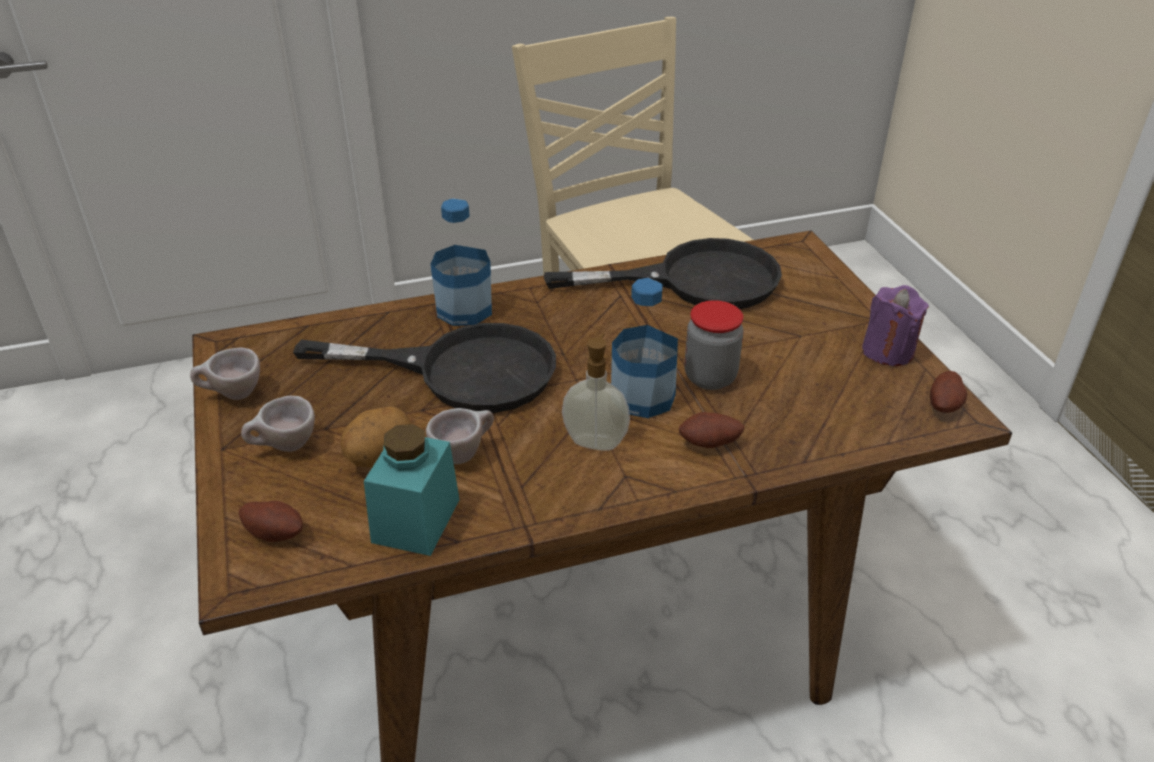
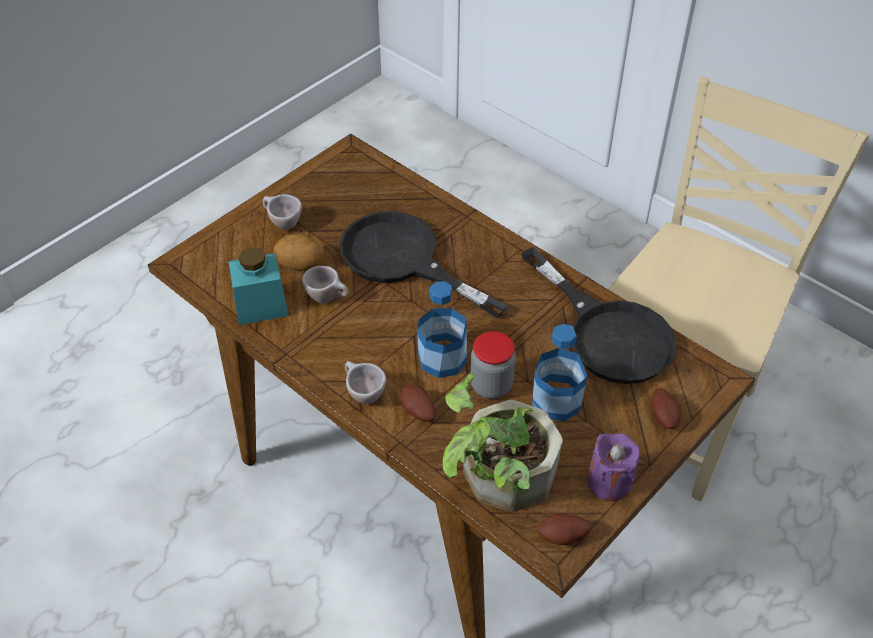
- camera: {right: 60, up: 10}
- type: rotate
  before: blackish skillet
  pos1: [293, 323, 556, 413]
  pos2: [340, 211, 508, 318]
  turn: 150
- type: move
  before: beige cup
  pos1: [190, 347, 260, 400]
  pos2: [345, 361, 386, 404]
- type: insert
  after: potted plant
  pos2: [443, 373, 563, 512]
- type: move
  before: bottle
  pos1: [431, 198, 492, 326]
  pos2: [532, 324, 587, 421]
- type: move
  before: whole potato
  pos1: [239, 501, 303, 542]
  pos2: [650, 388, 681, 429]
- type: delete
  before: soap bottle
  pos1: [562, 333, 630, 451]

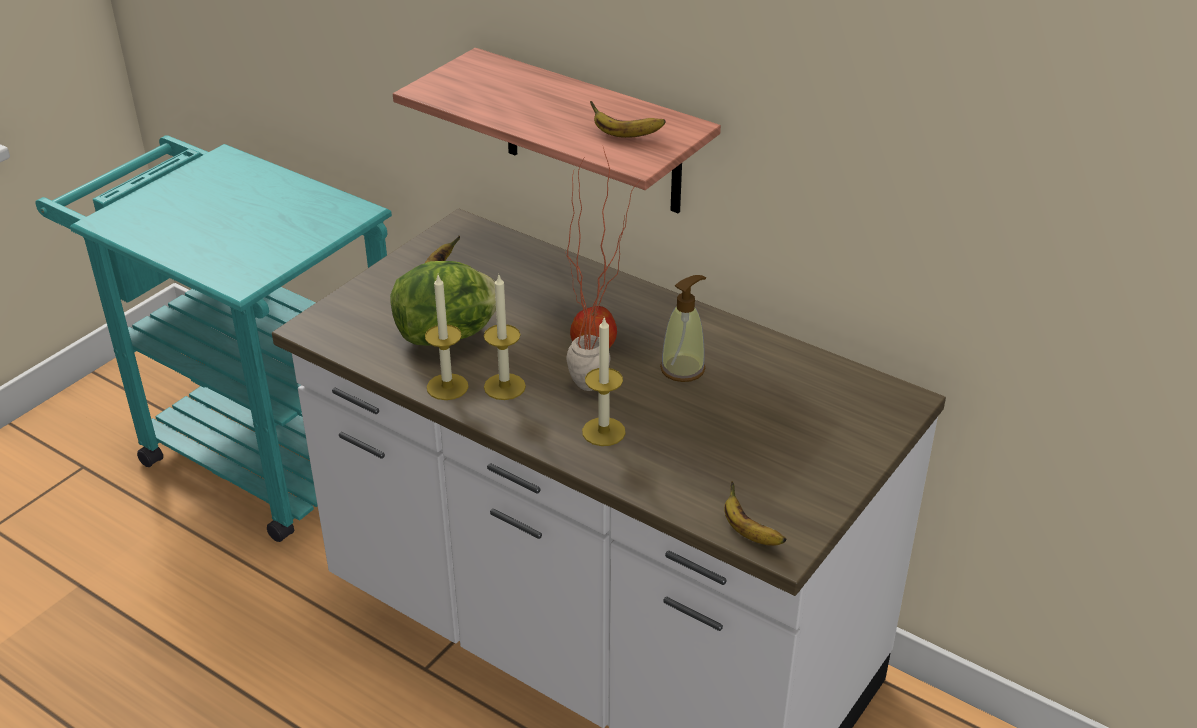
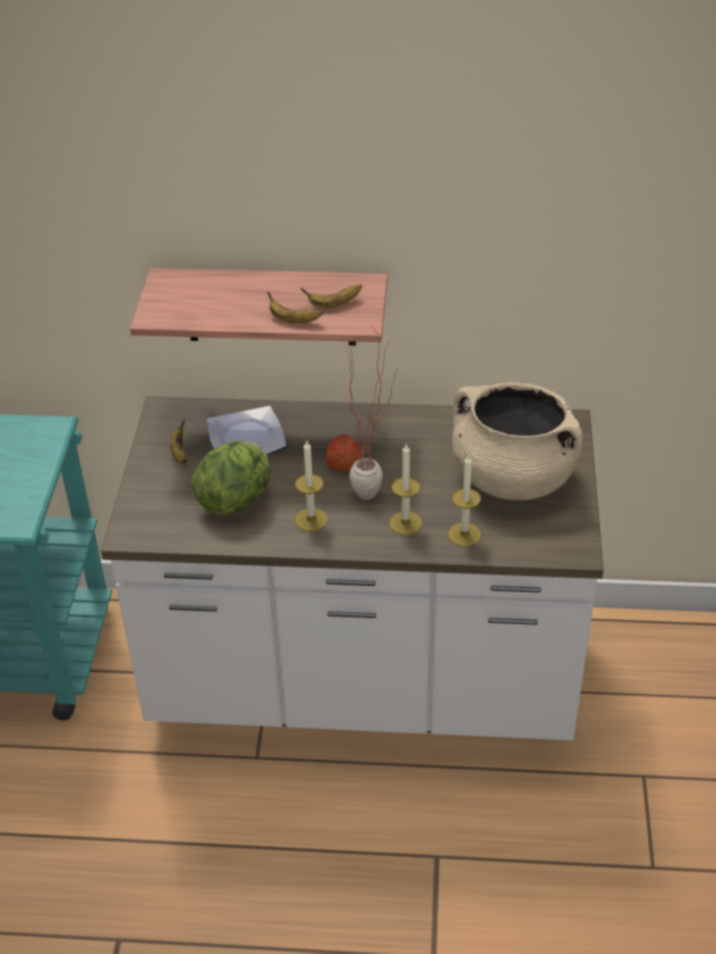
- camera: {right: -30, up: 5}
- type: insert
  after: dinner plate
  pos2: [207, 406, 286, 455]
- type: move
  before: banana fruit
  pos1: [724, 481, 787, 546]
  pos2: [268, 292, 323, 323]
- type: move
  before: wax candle
  pos1: [425, 275, 469, 400]
  pos2: [448, 454, 481, 547]
- type: insert
  after: beige stockpot
  pos2: [452, 382, 583, 500]
- type: delete
  before: soap bottle
  pos1: [660, 275, 706, 382]

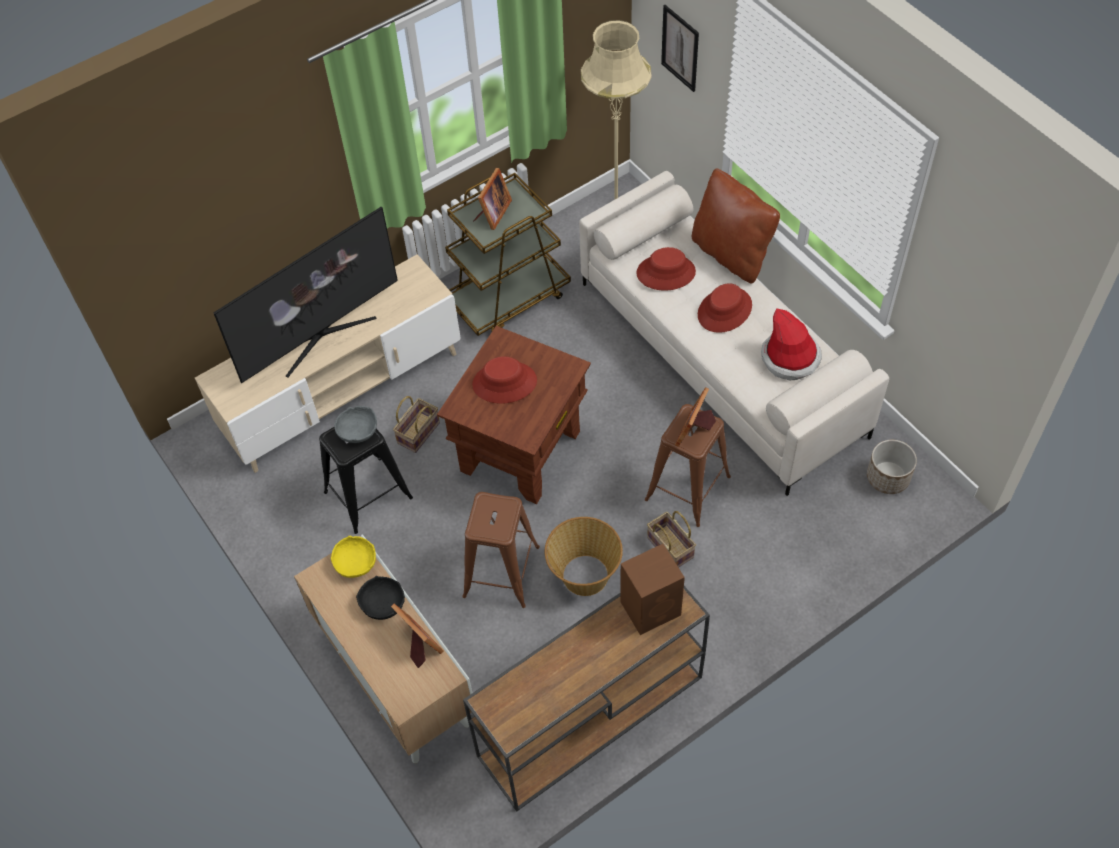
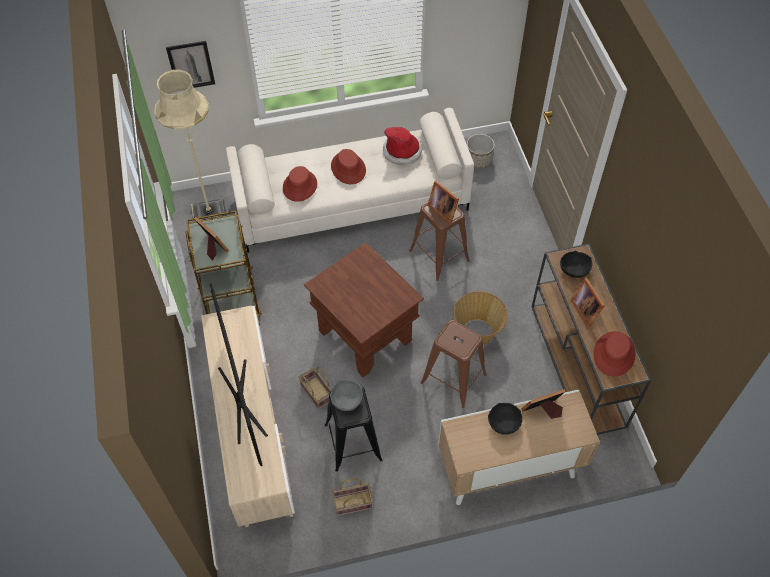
- camera: {right: -70, up: 0}
- type: move
  before: basket
  pos1: [647, 511, 696, 568]
  pos2: [332, 478, 372, 516]
- type: replace
  before: brownish loudspeaker
  after: blackish serving bowl
  pos1: [620, 544, 685, 635]
  pos2: [560, 251, 592, 278]
- type: insert
  after: standing frame
  pos2: [571, 278, 605, 327]
- type: move
  before: reddish hat
  pos1: [472, 357, 537, 403]
  pos2: [594, 331, 636, 377]
- type: delete
  before: yellow serving bowl
  pos1: [331, 536, 376, 578]
- type: delete
  before: brownish pillow
  pos1: [692, 168, 780, 283]

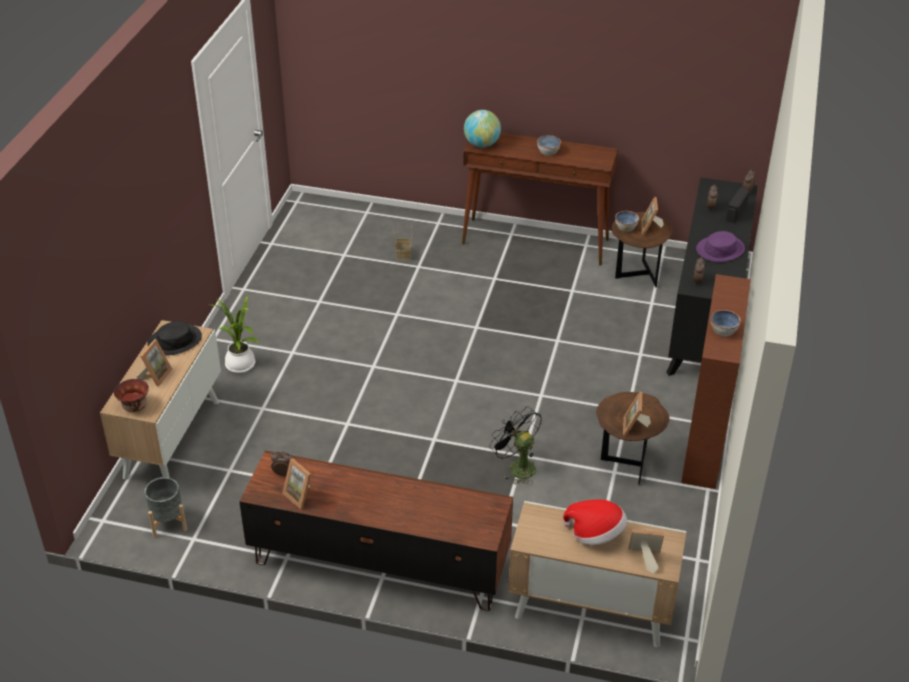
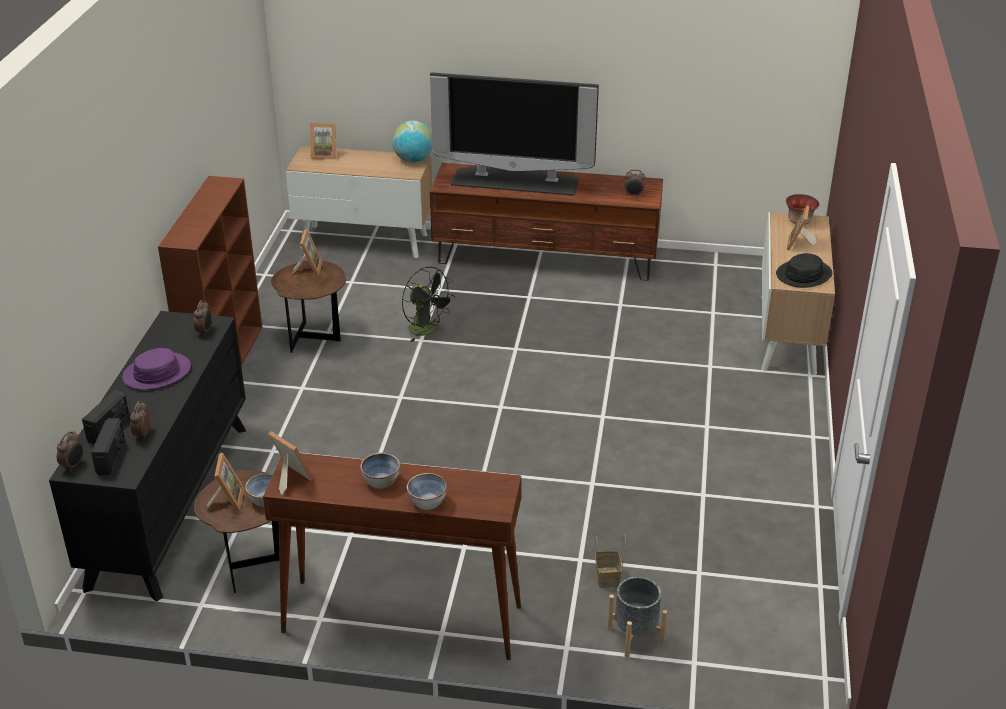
- camera: {right: 175, up: -5}
- type: insert
  after: radio receiver
  pos2: [91, 418, 125, 475]
- type: move
  before: standing frame
  pos1: [282, 458, 311, 509]
  pos2: [268, 431, 314, 495]
- type: move
  before: desk globe
  pos1: [464, 110, 501, 148]
  pos2: [392, 121, 432, 162]
- type: move
  before: serving bowl
  pos1: [711, 310, 741, 337]
  pos2: [407, 473, 447, 510]
- type: insert
  after: television
  pos2: [430, 72, 599, 196]
- type: move
  before: gray flower pot
  pos1: [144, 477, 187, 538]
  pos2: [607, 577, 667, 658]
- type: delete
  before: potted plant
  pos1: [212, 295, 259, 373]
- type: delete
  before: hat
  pos1: [563, 500, 627, 545]

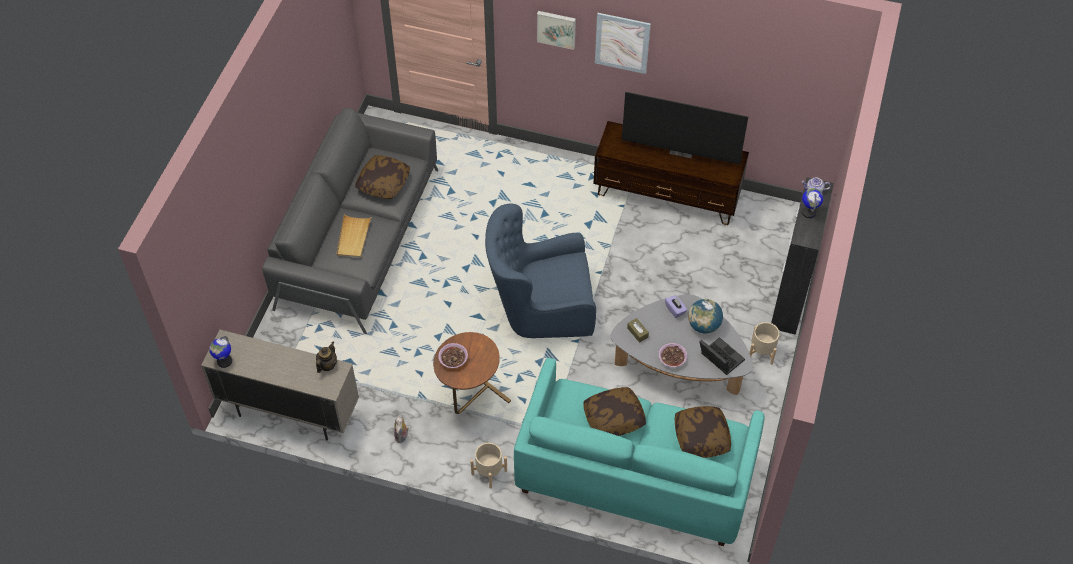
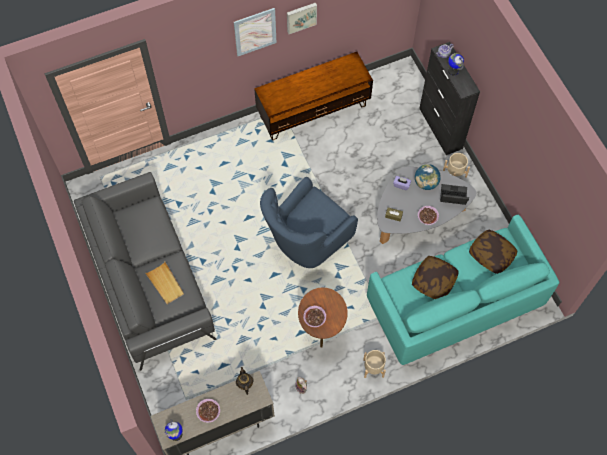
- camera: {right: -40, up: 10}
- type: insert
  after: serving bowl
  pos2: [196, 399, 220, 423]
- type: move
  before: wall art
  pos1: [537, 11, 576, 50]
  pos2: [287, 3, 317, 34]
- type: delete
  before: pillow
  pos1: [355, 155, 410, 199]
- type: delete
  before: television
  pos1: [622, 92, 748, 165]

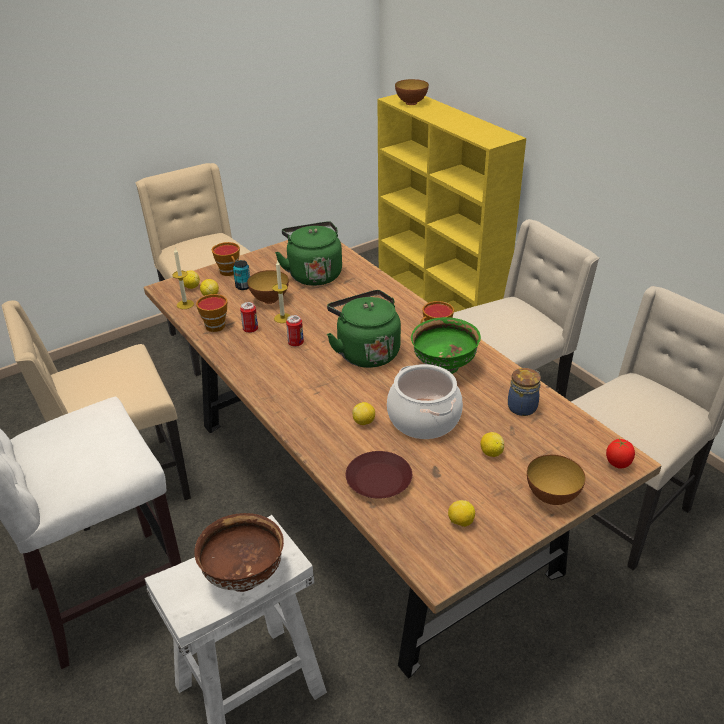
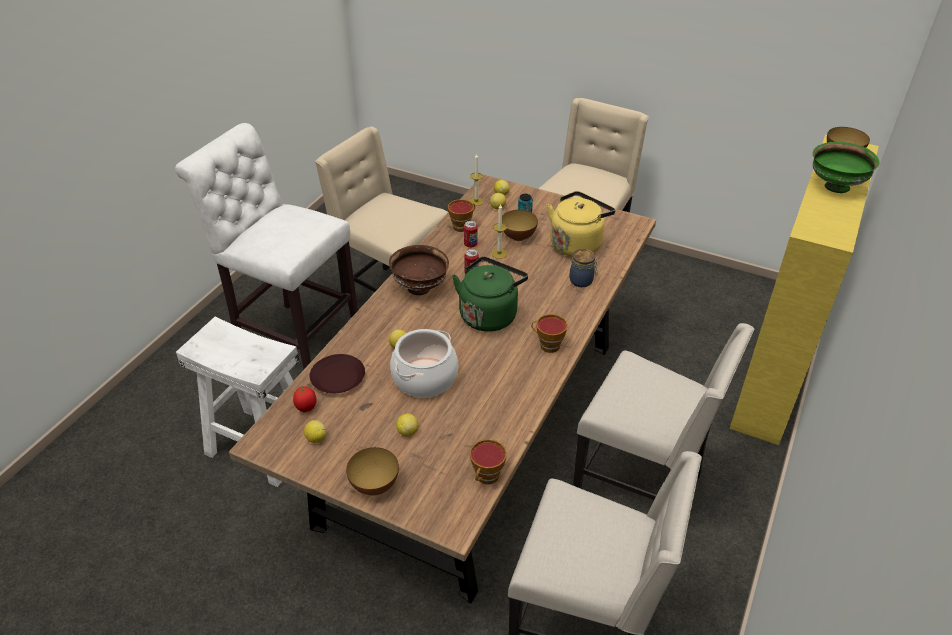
- camera: {right: 60, up: 5}
- type: move
  before: fresh tomato
  pos1: [606, 439, 635, 469]
  pos2: [293, 386, 317, 412]
- type: move
  before: brownish serving bowl
  pos1: [195, 513, 284, 592]
  pos2: [389, 245, 449, 295]
- type: move
  before: cup
  pos1: [212, 242, 240, 276]
  pos2: [470, 439, 507, 484]
- type: recolor
  before: greenish tea kettle
  after: yellow tea kettle
  pos1: [275, 221, 342, 286]
  pos2: [547, 191, 616, 257]
- type: move
  before: storage jar
  pos1: [508, 368, 541, 416]
  pos2: [569, 249, 598, 287]
- type: move
  before: greenish serving bowl
  pos1: [411, 317, 481, 374]
  pos2: [813, 142, 879, 193]

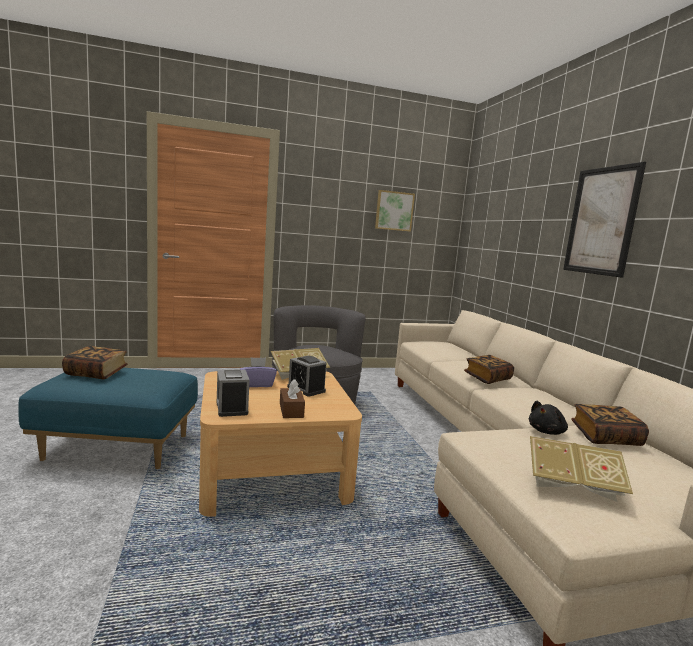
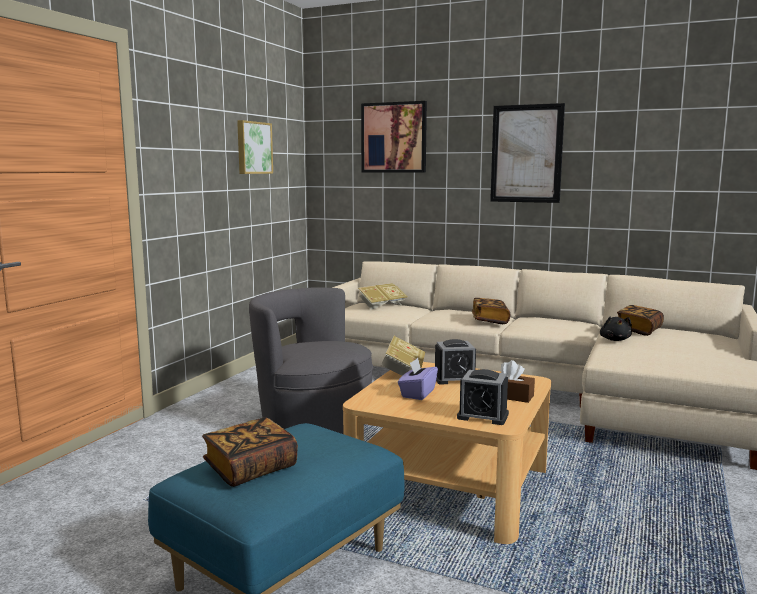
- camera: {right: -50, up: 0}
- type: move
  before: bound book
  pos1: [530, 436, 633, 502]
  pos2: [358, 283, 407, 310]
- type: insert
  after: wall art
  pos2: [361, 101, 427, 173]

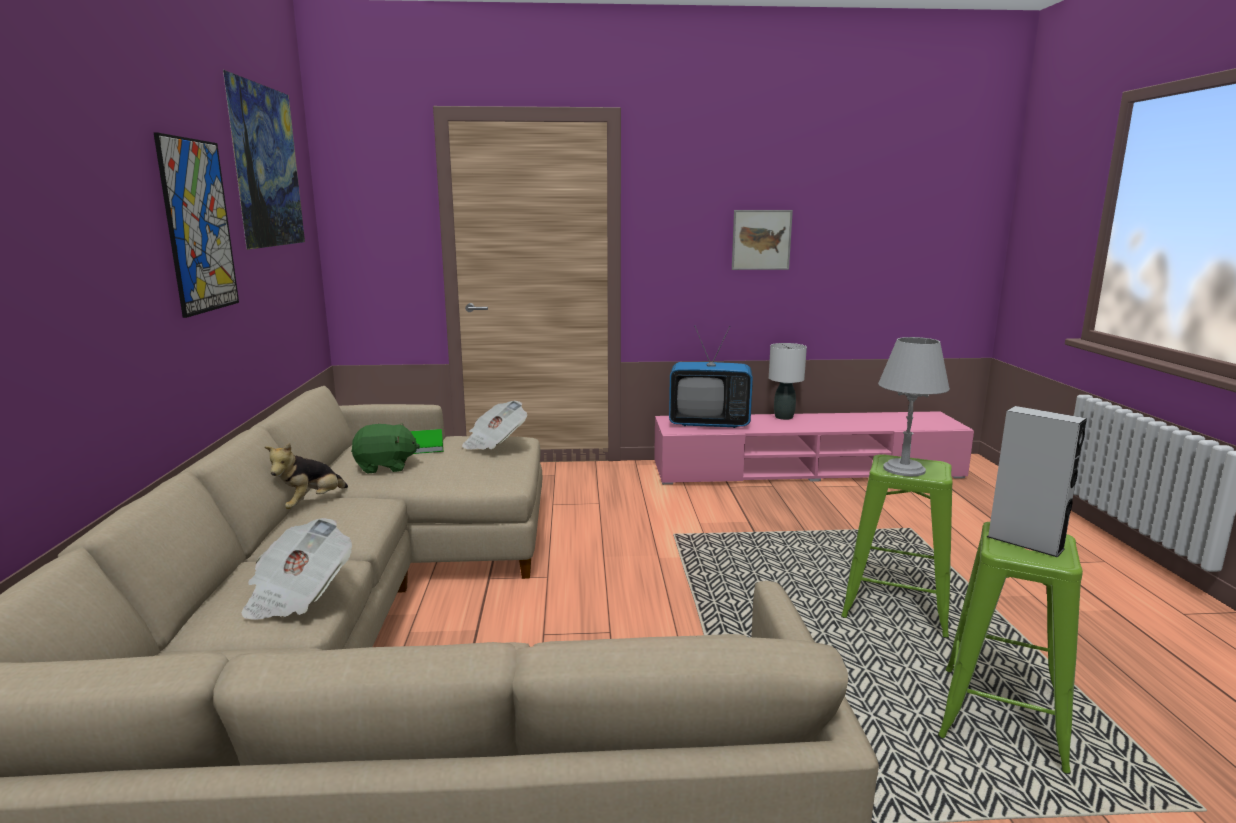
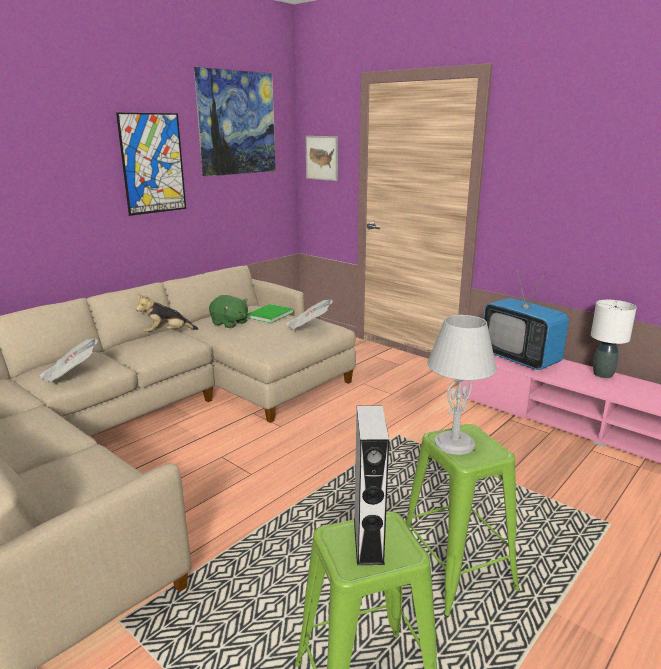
- camera: {right: 45, up: 5}
- type: move
  before: wall art
  pos1: [732, 210, 793, 270]
  pos2: [306, 136, 338, 181]

